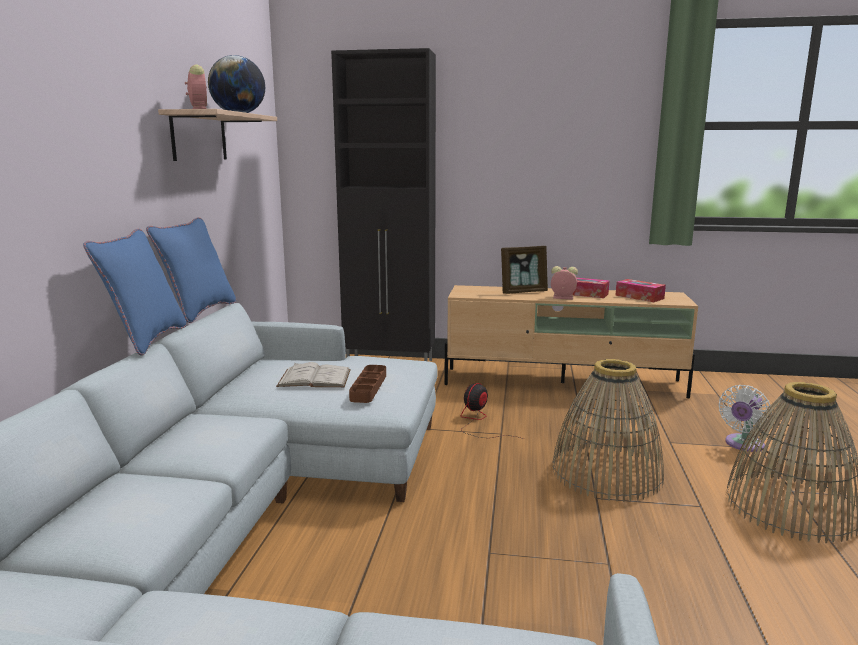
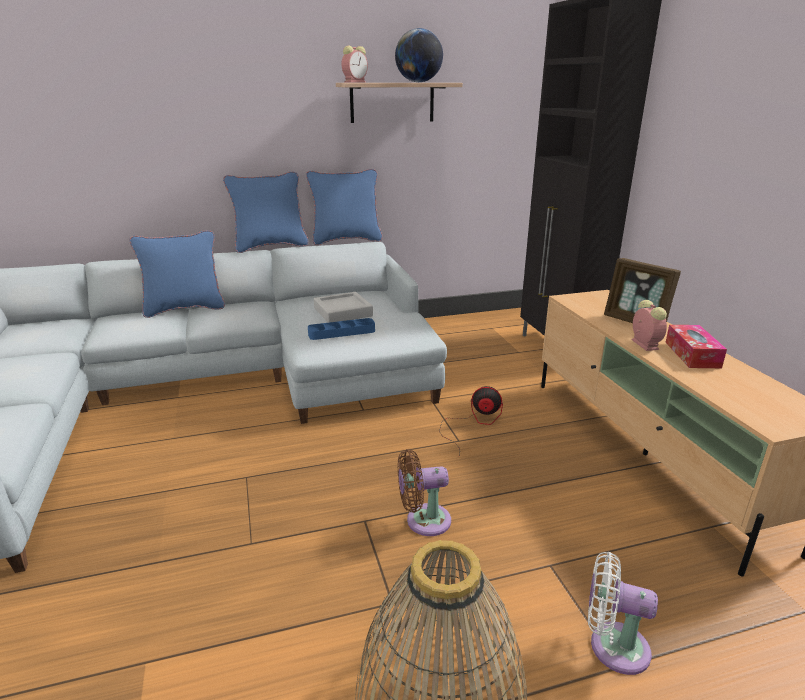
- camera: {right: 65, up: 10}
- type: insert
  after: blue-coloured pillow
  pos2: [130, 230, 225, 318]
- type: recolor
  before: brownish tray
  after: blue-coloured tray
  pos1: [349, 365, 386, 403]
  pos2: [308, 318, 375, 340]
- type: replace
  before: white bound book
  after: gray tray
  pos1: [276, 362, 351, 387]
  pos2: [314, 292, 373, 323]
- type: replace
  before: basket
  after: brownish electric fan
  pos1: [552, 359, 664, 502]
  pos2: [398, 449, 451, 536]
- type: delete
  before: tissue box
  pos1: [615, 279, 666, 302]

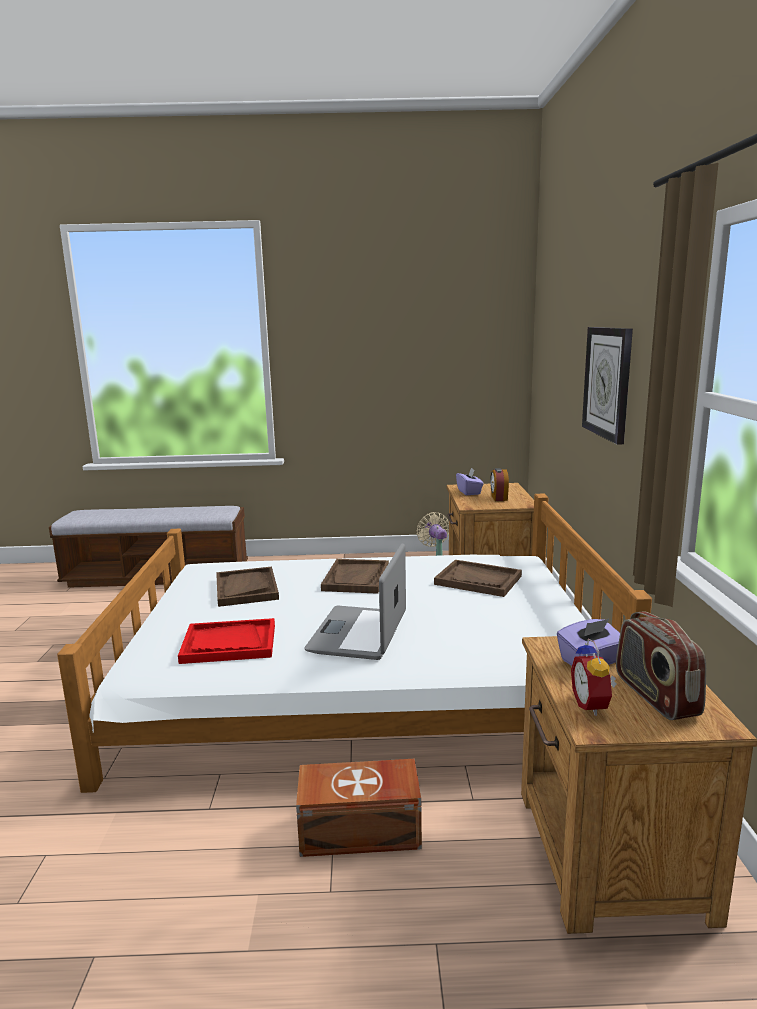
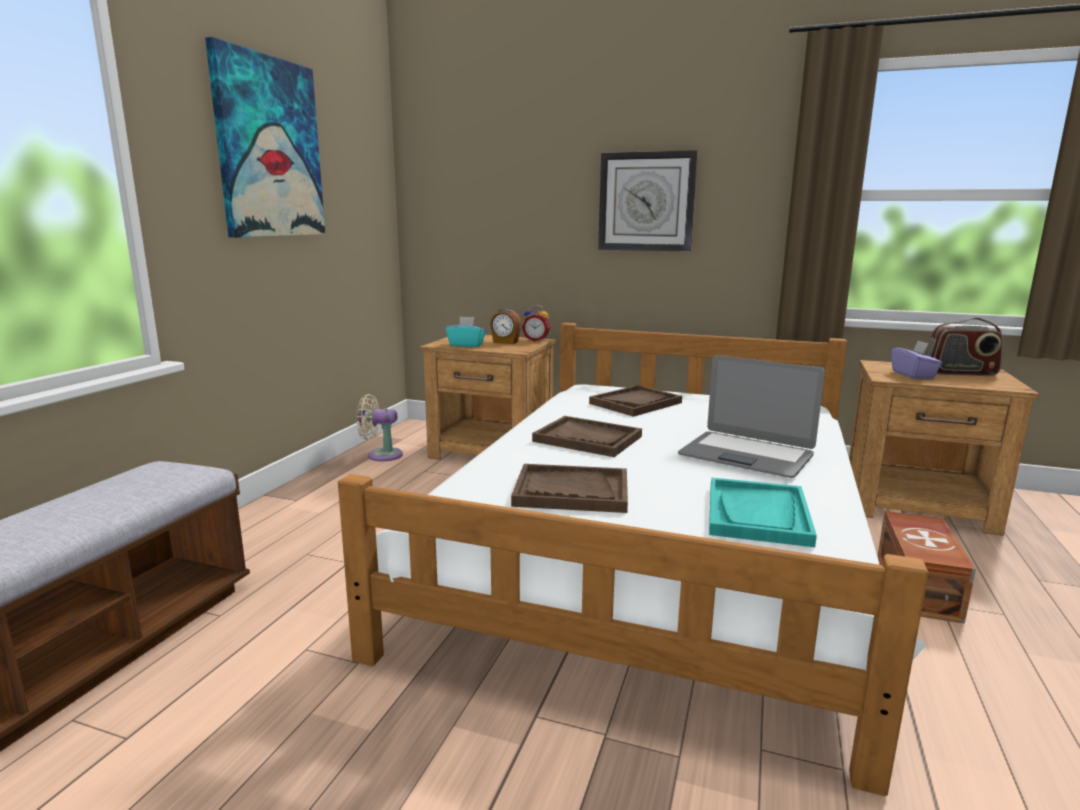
- camera: {right: -70, up: 0}
- type: insert
  after: wall art
  pos2: [205, 37, 325, 238]
- type: recolor
  before: purple tissue box
  after: blue-green tissue box
  pos1: [456, 468, 484, 495]
  pos2: [446, 317, 486, 347]
- type: move
  before: alarm clock
  pos1: [571, 638, 617, 716]
  pos2: [522, 304, 551, 341]
- type: recolor
  before: reddish tray
  after: blue-green tray
  pos1: [178, 618, 275, 664]
  pos2: [709, 478, 817, 547]

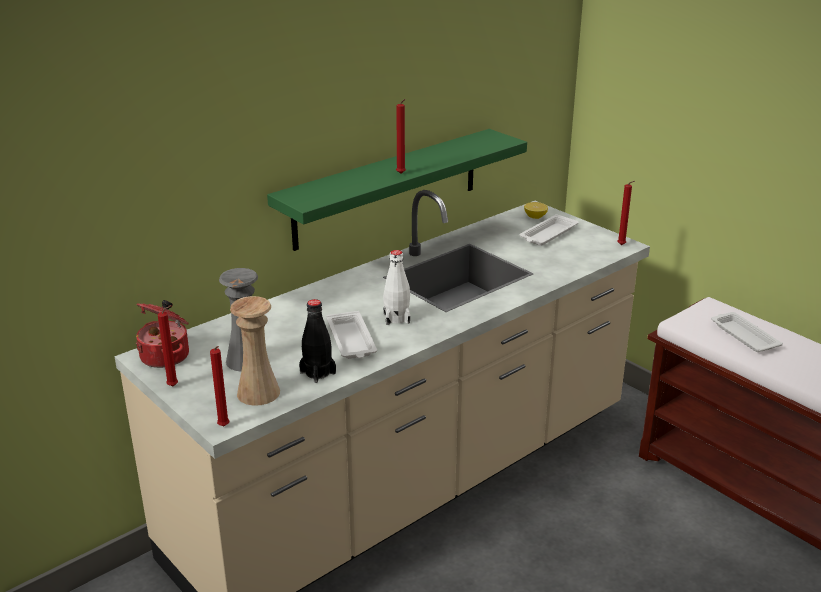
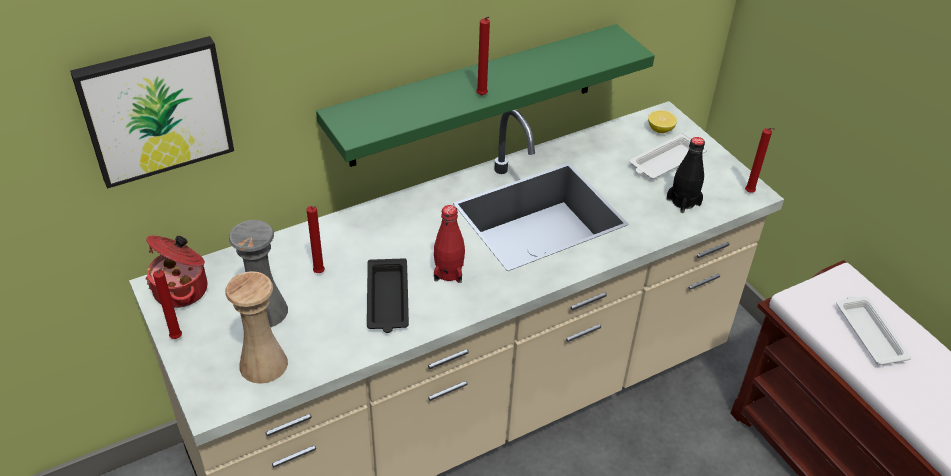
- camera: {right: 10, up: 15}
- type: insert
  after: wall art
  pos2: [70, 36, 234, 189]
- type: move
  before: reddish wax candle
  pos1: [210, 346, 229, 426]
  pos2: [307, 206, 325, 273]
- type: recolor
  before: white tray
  after: blackish tray
  pos1: [326, 311, 377, 359]
  pos2: [367, 258, 409, 333]
- type: recolor
  before: white bottle
  after: reddish bottle
  pos1: [383, 250, 410, 325]
  pos2: [434, 205, 465, 283]
- type: move
  before: blackish bottle
  pos1: [299, 299, 336, 383]
  pos2: [666, 137, 705, 213]

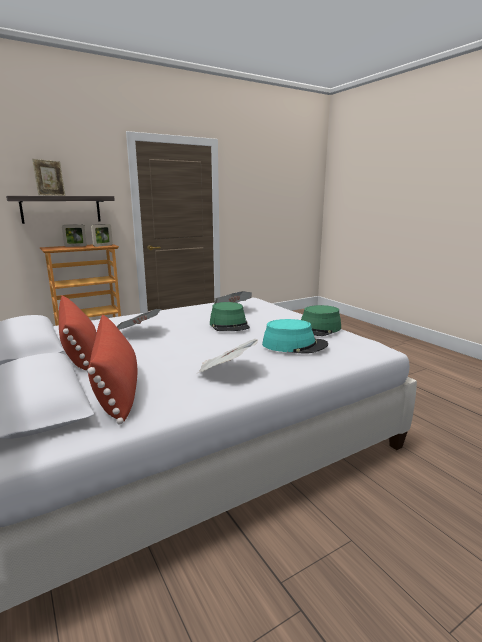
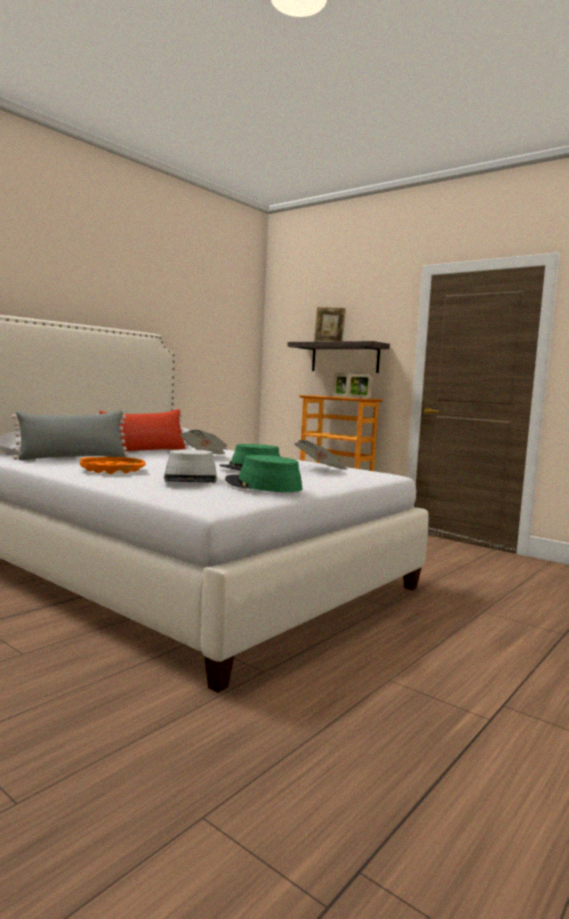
- camera: {right: 70, up: -10}
- type: recolor
  before: reddish pillow
  after: gray pillow
  pos1: [88, 315, 137, 425]
  pos2: [12, 411, 129, 460]
- type: replace
  before: newspaper
  after: orangey tray
  pos1: [198, 338, 258, 373]
  pos2: [80, 457, 146, 474]
- type: recolor
  before: blue-green hat
  after: gray hat
  pos1: [262, 319, 328, 354]
  pos2: [164, 449, 218, 483]

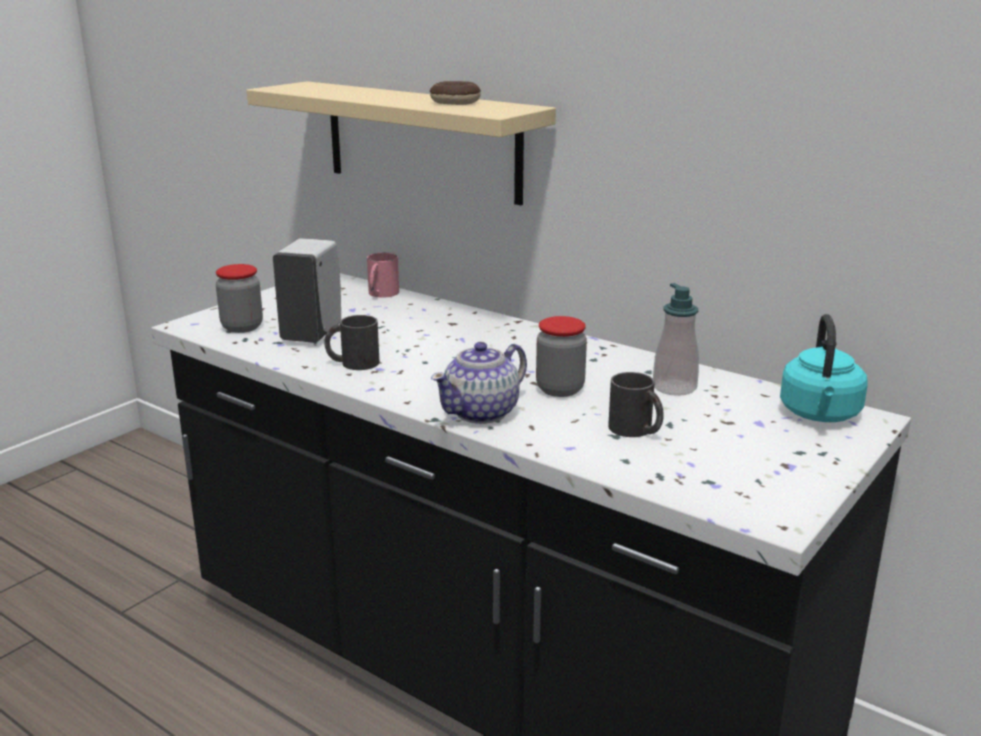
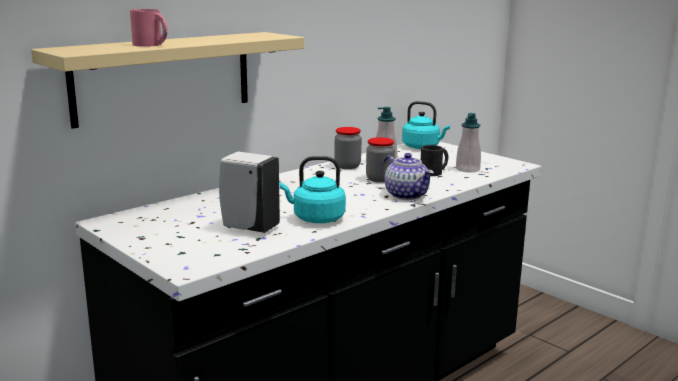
- camera: {right: -80, up: -5}
- type: move
  before: pink tea mug
  pos1: [367, 253, 399, 298]
  pos2: [130, 9, 167, 47]
- type: replace
  before: blackish tea mug
  after: blue-green tea kettle
  pos1: [324, 315, 380, 370]
  pos2: [279, 156, 346, 223]
- type: move
  before: storage jar
  pos1: [216, 264, 263, 333]
  pos2: [334, 127, 362, 169]
- type: insert
  after: soap bottle
  pos2: [456, 113, 481, 173]
- type: delete
  before: doughnut
  pos1: [430, 81, 481, 105]

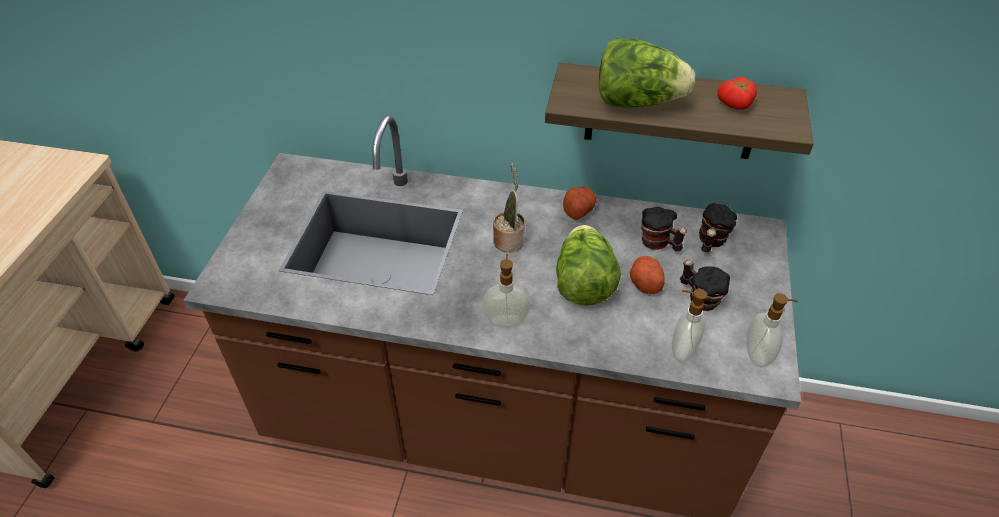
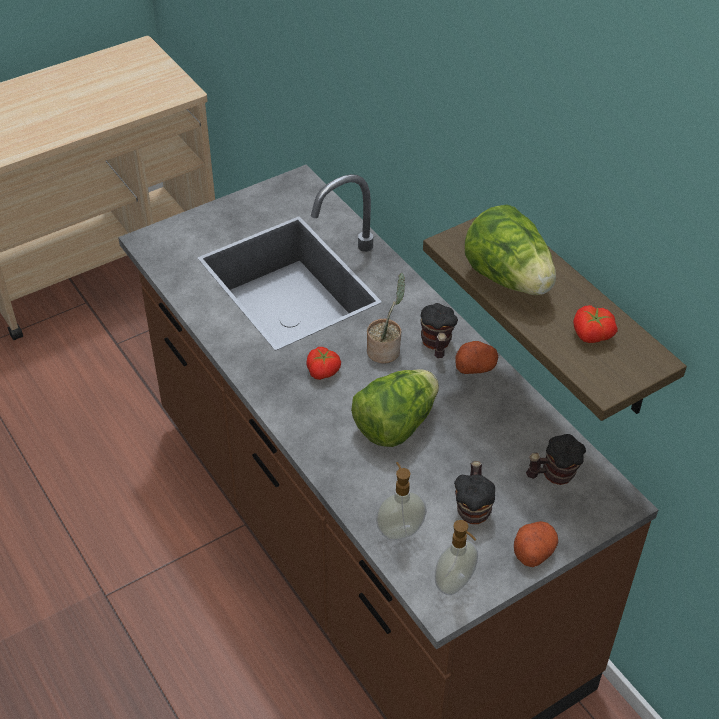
- camera: {right: 45, up: 0}
- type: insert
  after: fresh tomato
  pos2: [306, 347, 341, 380]
- type: move
  before: tea mug
  pos1: [641, 207, 687, 251]
  pos2: [421, 303, 458, 358]
- type: move
  before: whole potato
  pos1: [630, 256, 665, 294]
  pos2: [514, 521, 558, 567]
- type: delete
  before: soap bottle
  pos1: [482, 254, 530, 327]

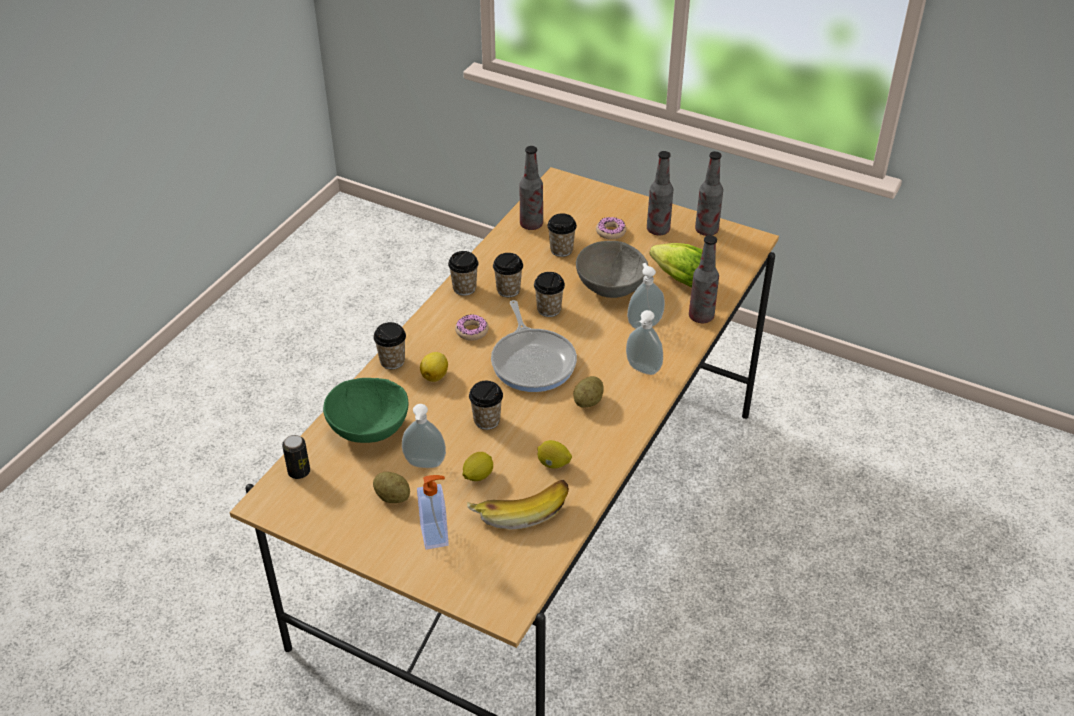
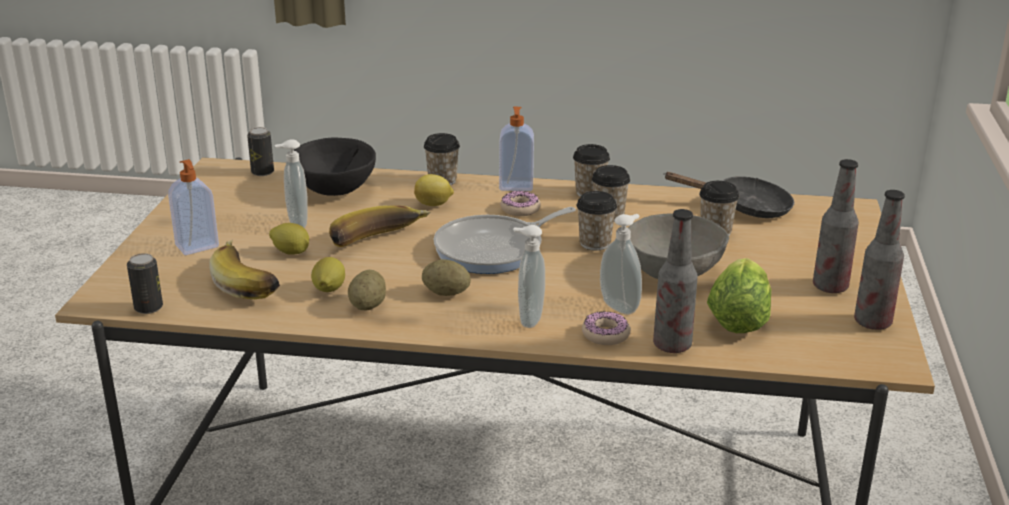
- camera: {right: 70, up: -15}
- type: insert
  after: metal can
  pos2: [127, 253, 163, 314]
- type: recolor
  before: greenish serving bowl
  after: blackish serving bowl
  pos1: [323, 378, 408, 443]
  pos2: [294, 138, 376, 196]
- type: replace
  before: cup
  after: banana fruit
  pos1: [469, 381, 503, 430]
  pos2: [329, 205, 431, 247]
- type: move
  before: whole potato
  pos1: [373, 472, 410, 503]
  pos2: [348, 270, 386, 311]
- type: insert
  after: soap bottle
  pos2: [499, 107, 534, 191]
- type: move
  before: doughnut
  pos1: [596, 217, 626, 240]
  pos2: [582, 311, 631, 345]
- type: replace
  before: bottle
  after: blackish skillet
  pos1: [520, 146, 543, 230]
  pos2: [663, 172, 794, 218]

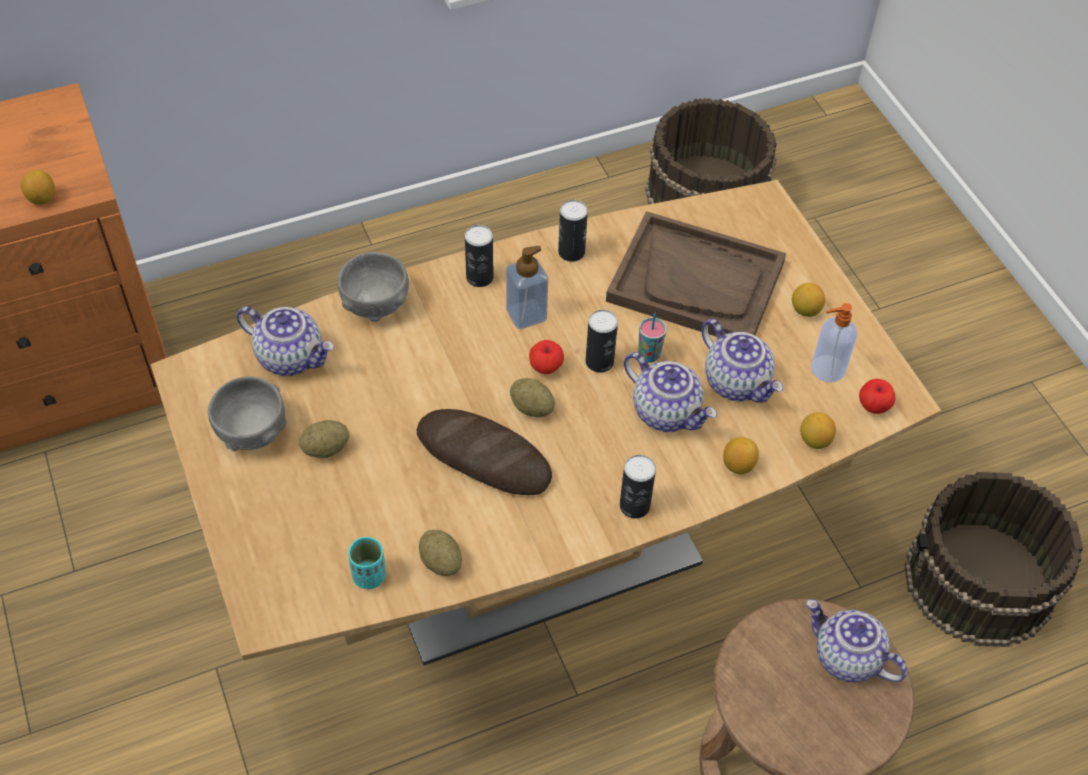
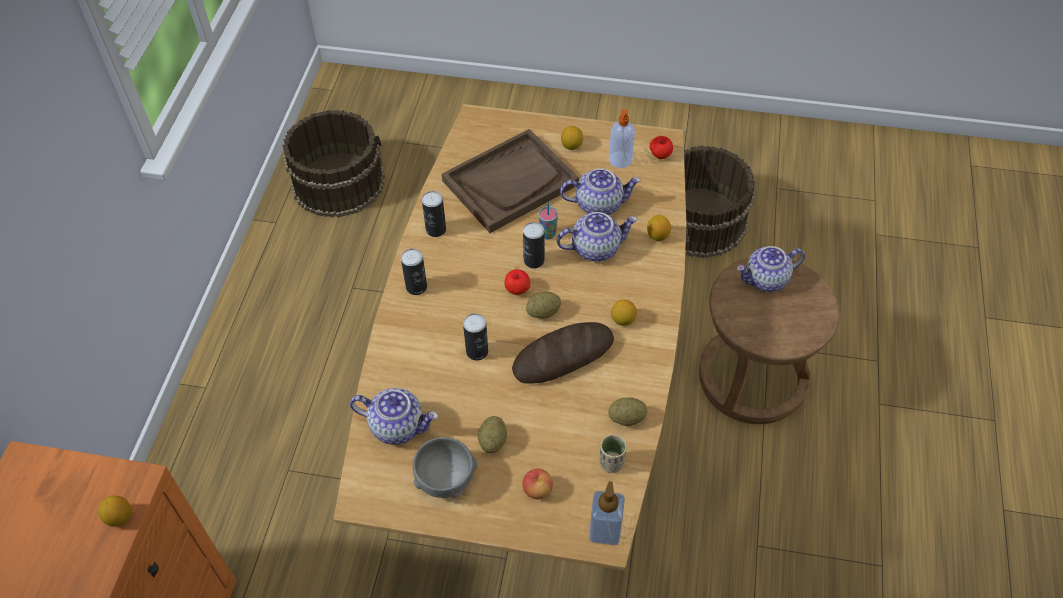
- camera: {right: -55, up: 0}
- type: rotate
  before: pot for tea
  pos1: [237, 306, 334, 376]
  pos2: [350, 388, 438, 445]
  turn: 45
- type: move
  before: metal can
  pos1: [620, 455, 656, 518]
  pos2: [463, 314, 488, 361]
- type: insert
  after: apple
  pos2: [522, 469, 553, 499]
- type: move
  before: soap bottle
  pos1: [506, 246, 548, 329]
  pos2: [589, 481, 625, 545]
- type: recolor
  before: blue-green cup
  after: beige cup
  pos1: [348, 537, 386, 589]
  pos2: [599, 434, 627, 473]
- type: move
  before: whole lemon
  pos1: [800, 412, 836, 449]
  pos2: [611, 299, 637, 326]
- type: delete
  before: gray serving bowl
  pos1: [338, 252, 409, 322]

